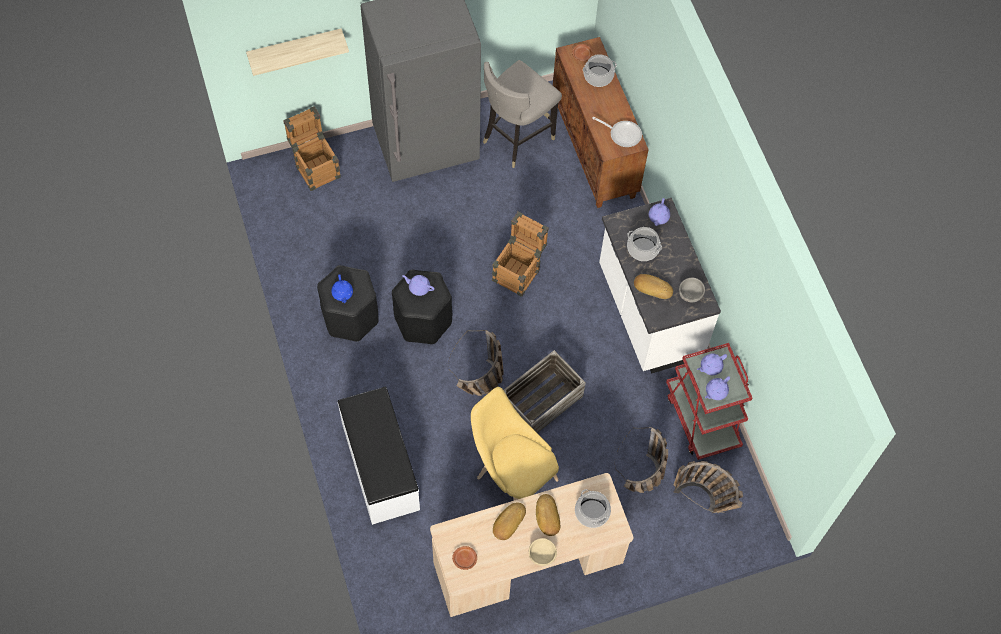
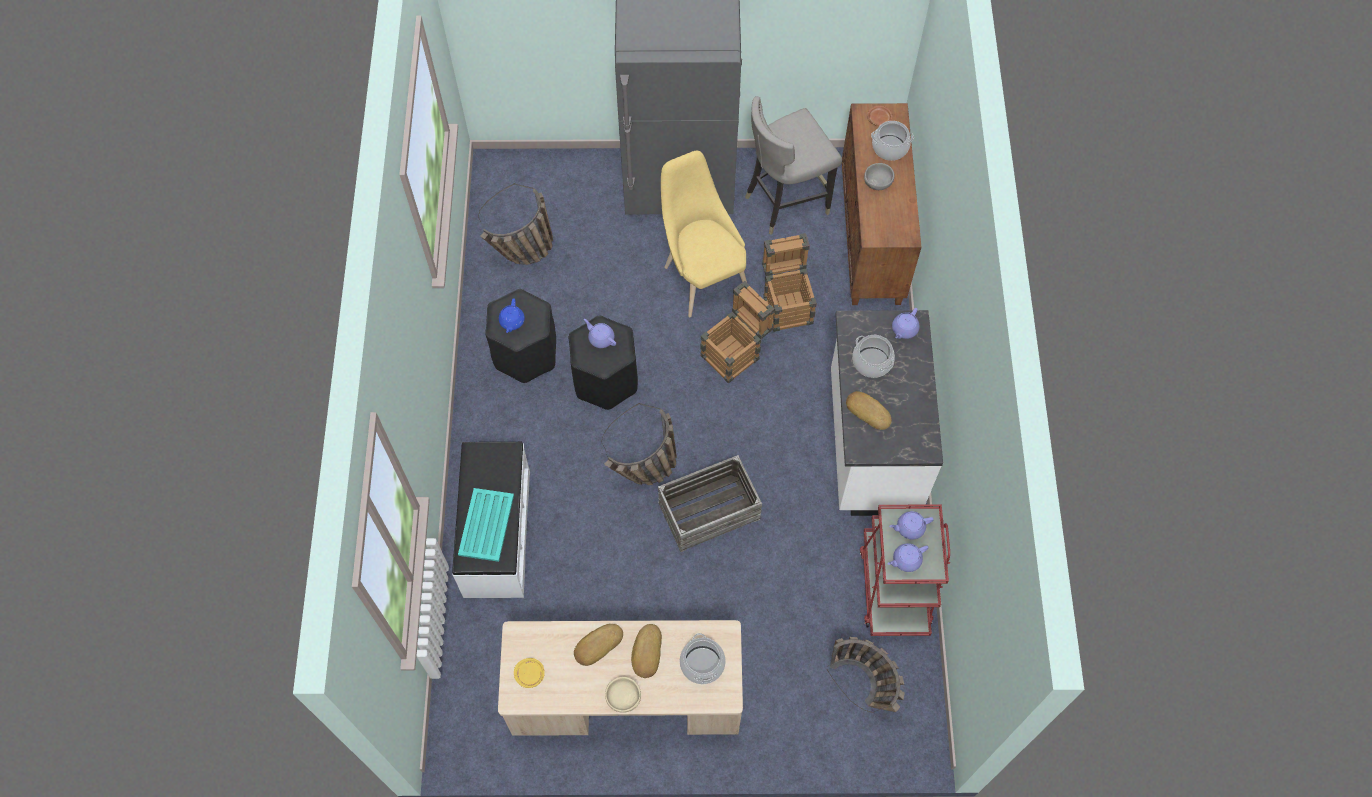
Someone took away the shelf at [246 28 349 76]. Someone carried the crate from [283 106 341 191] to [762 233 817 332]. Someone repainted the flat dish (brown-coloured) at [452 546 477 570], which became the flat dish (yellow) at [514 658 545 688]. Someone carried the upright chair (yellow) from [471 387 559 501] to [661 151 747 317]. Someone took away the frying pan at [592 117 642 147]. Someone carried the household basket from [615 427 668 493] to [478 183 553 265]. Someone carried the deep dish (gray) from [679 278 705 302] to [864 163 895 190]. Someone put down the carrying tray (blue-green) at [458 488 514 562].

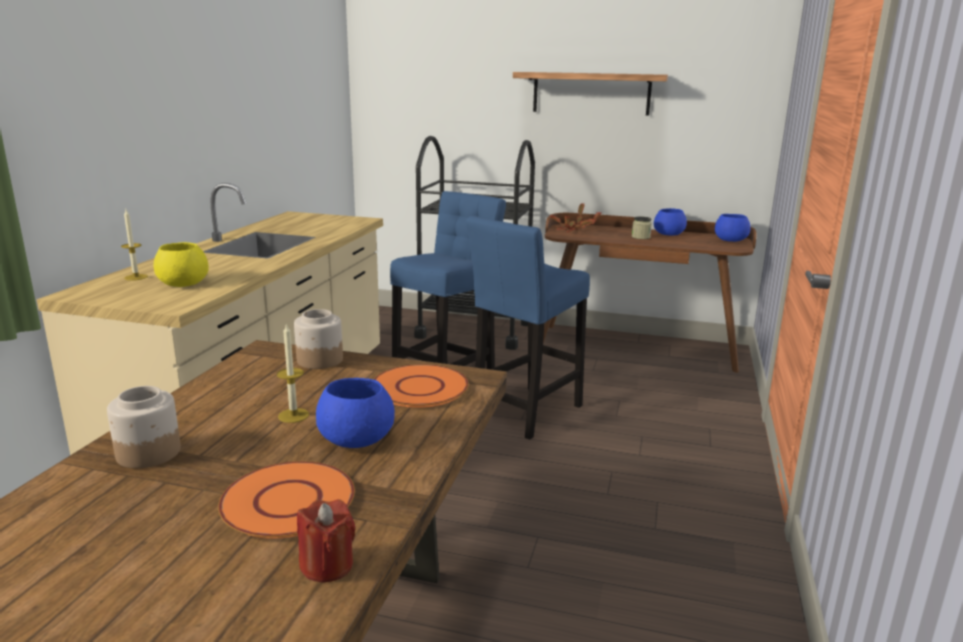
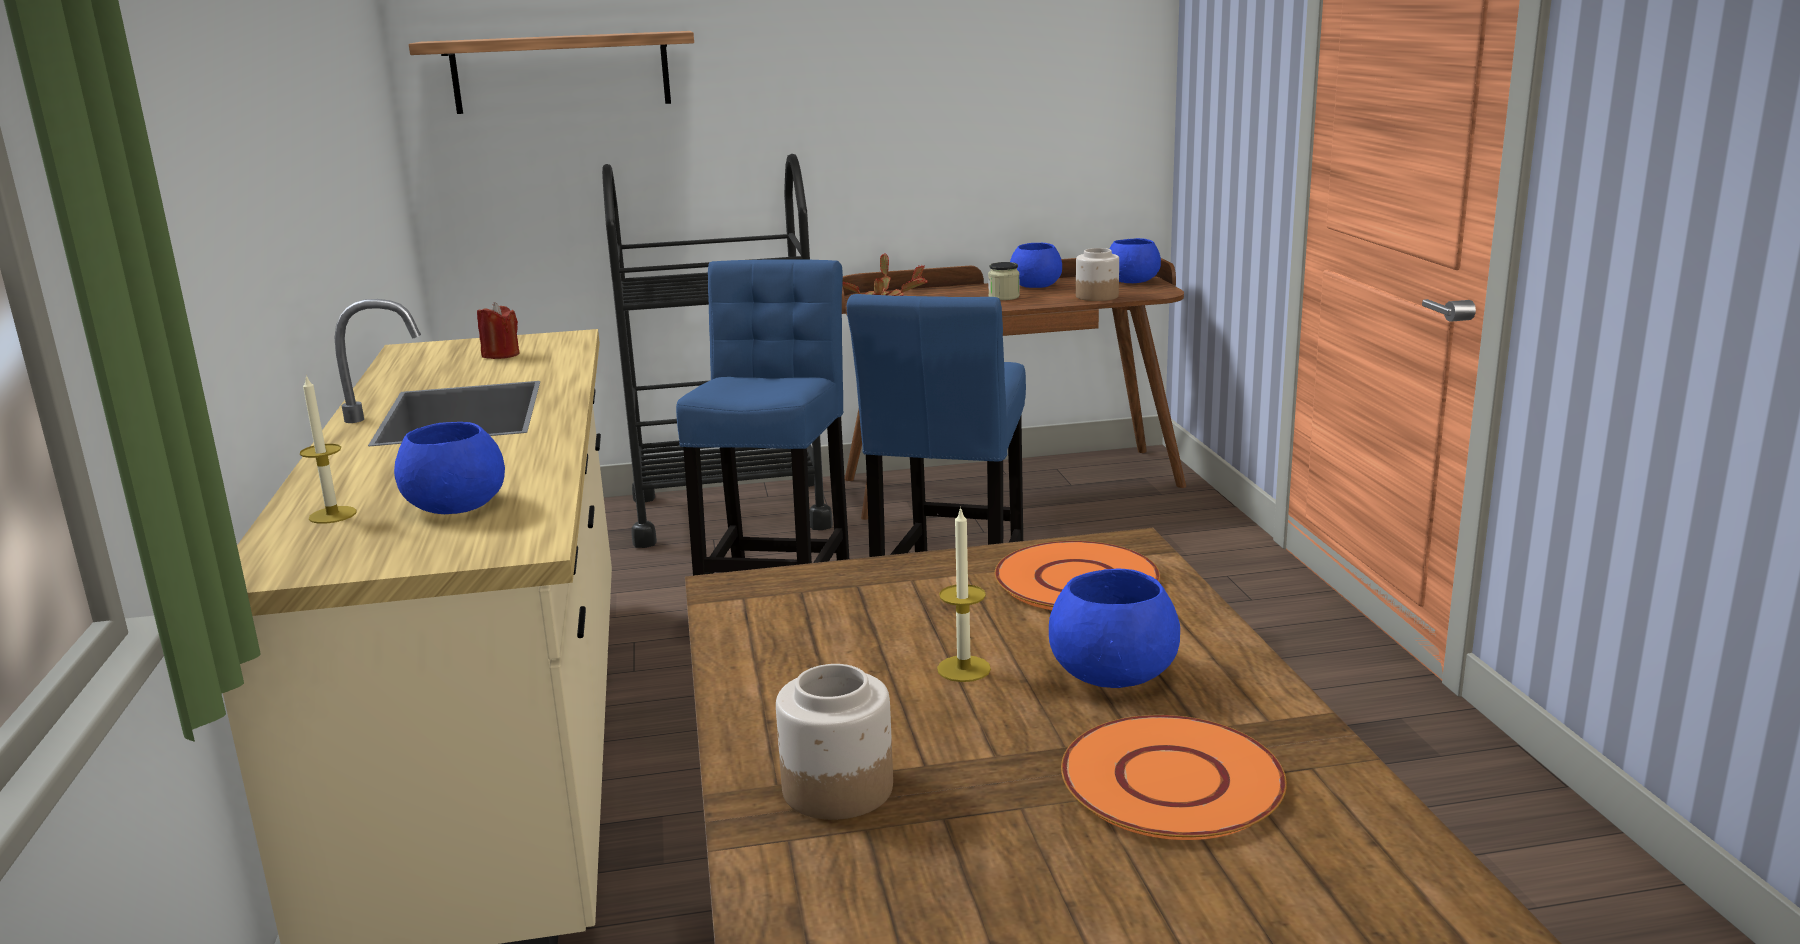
Someone repainted the deep dish (yellow) at [153 242 209 287], which became the deep dish (bluish) at [394 422 505 514]. Someone carried the preserve jar from [294 309 343 369] to [1076 248 1119 301]. Someone carried the wax candle (red) from [297 499 356 582] to [477 302 519 359]. Someone carried the shelf from [513 72 668 116] to [409 31 694 114].

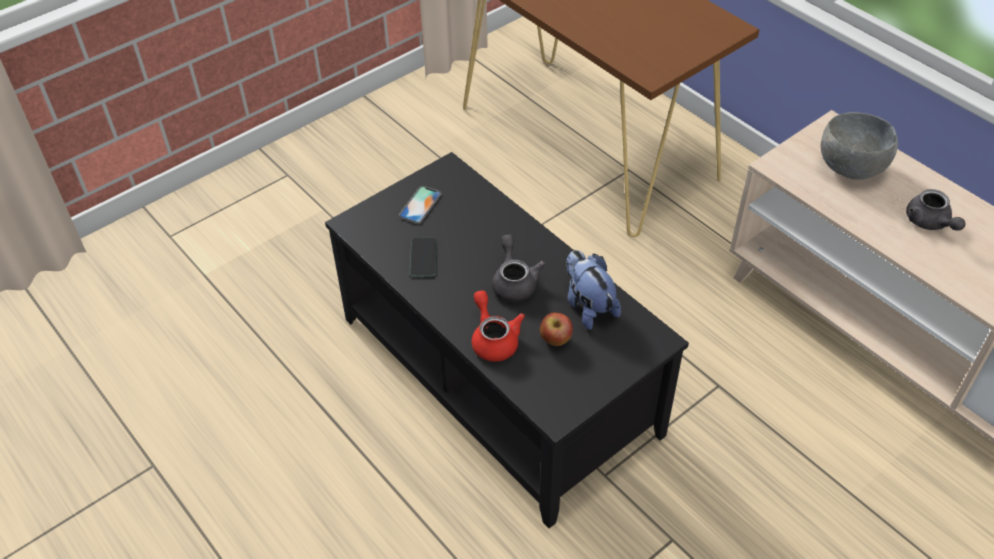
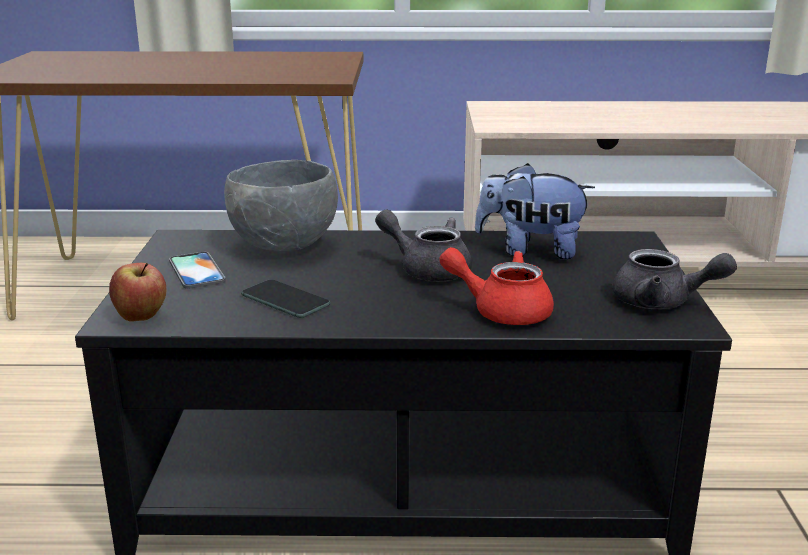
Someone carried the apple from [540 312 573 346] to [109 263 166 322]. Someone carried the deep dish (gray) from [821 112 898 180] to [224 160 338 251]. Someone carried the teapot (gray) from [906 189 965 231] to [613 249 737 309].

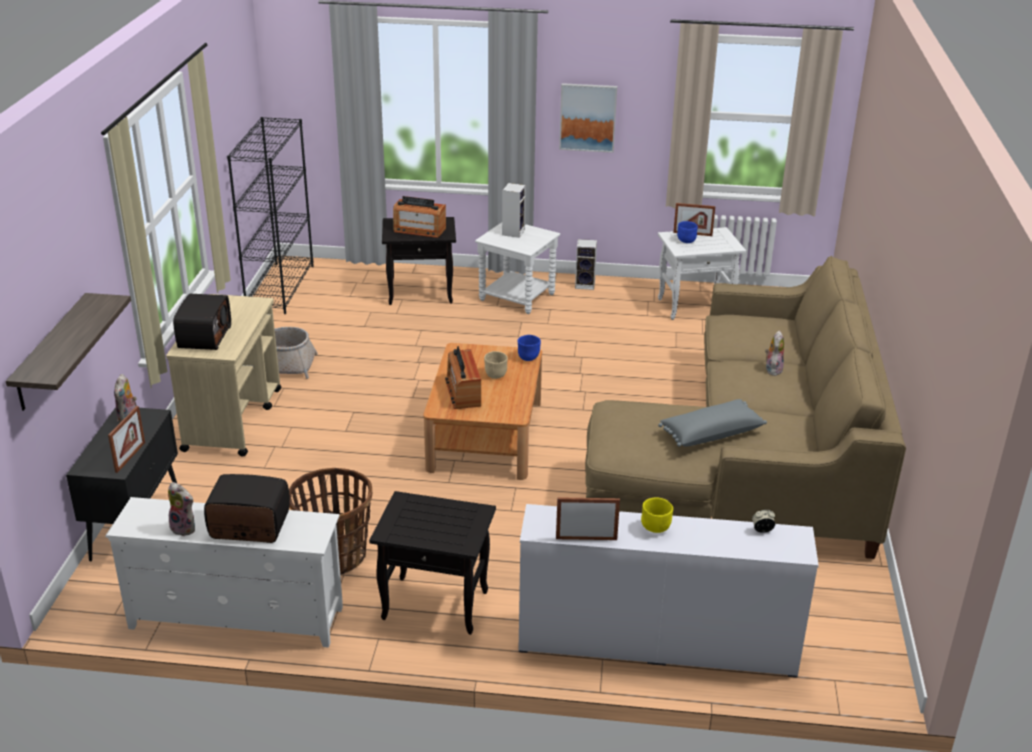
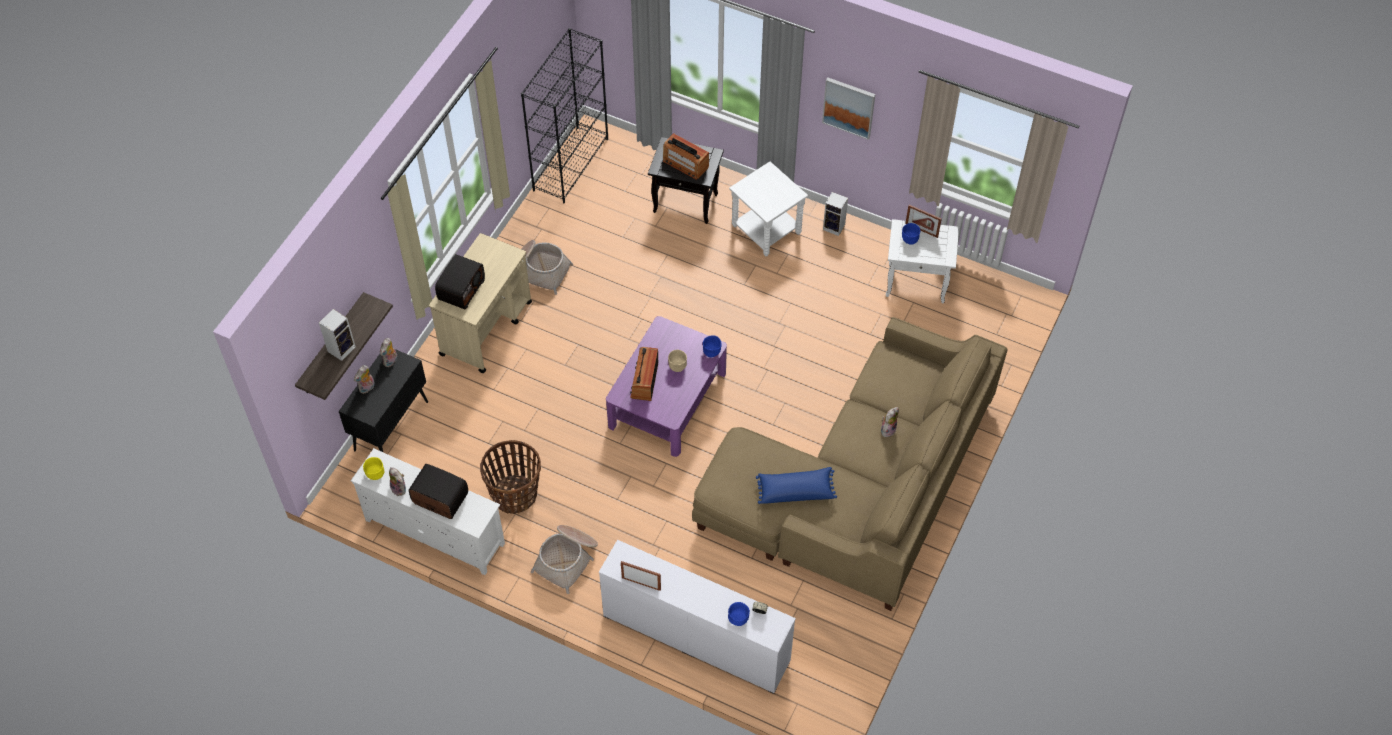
Someone took away the photo frame at [108 406 145 473]. Someone swapped the accent table (black-coloured) at [369 491 496 635] for the household basket at [531 525 598 594]. Someone repainted the low table (brown-coloured) at [423 343 542 480], which became the low table (purplish) at [606 316 727 457]. Someone carried the audio speaker from [502 183 526 238] to [319 309 356 361]. Someone carried the deep dish (yellow) from [641 498 673 533] to [363 457 384 480]. Someone repainted the pillow (gray) at [658 399 767 447], which became the pillow (bluish) at [756 467 837 504]. Someone put down the cuddly toy at [354 365 375 393]. Someone put down the deep dish (bluish) at [728 602 750 626].

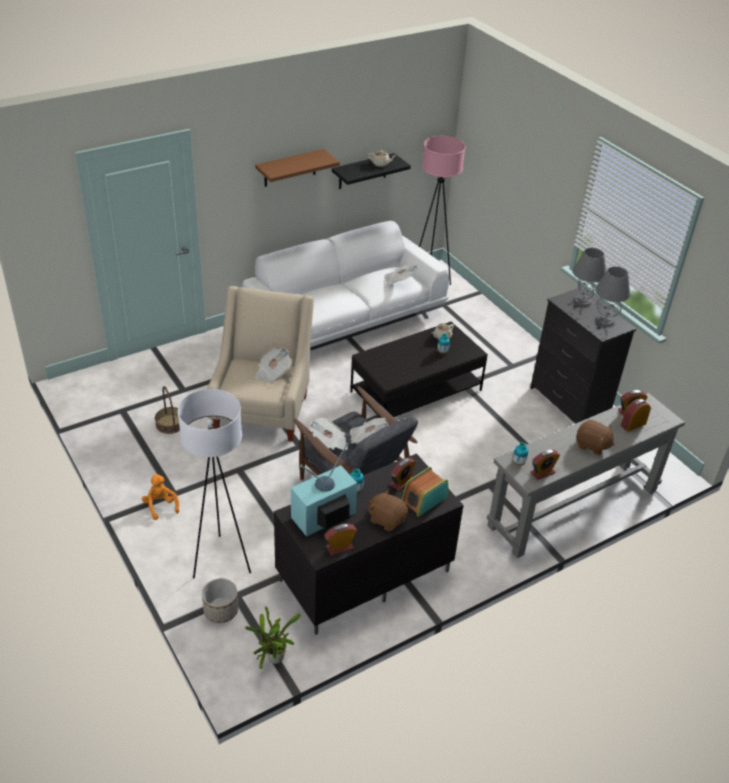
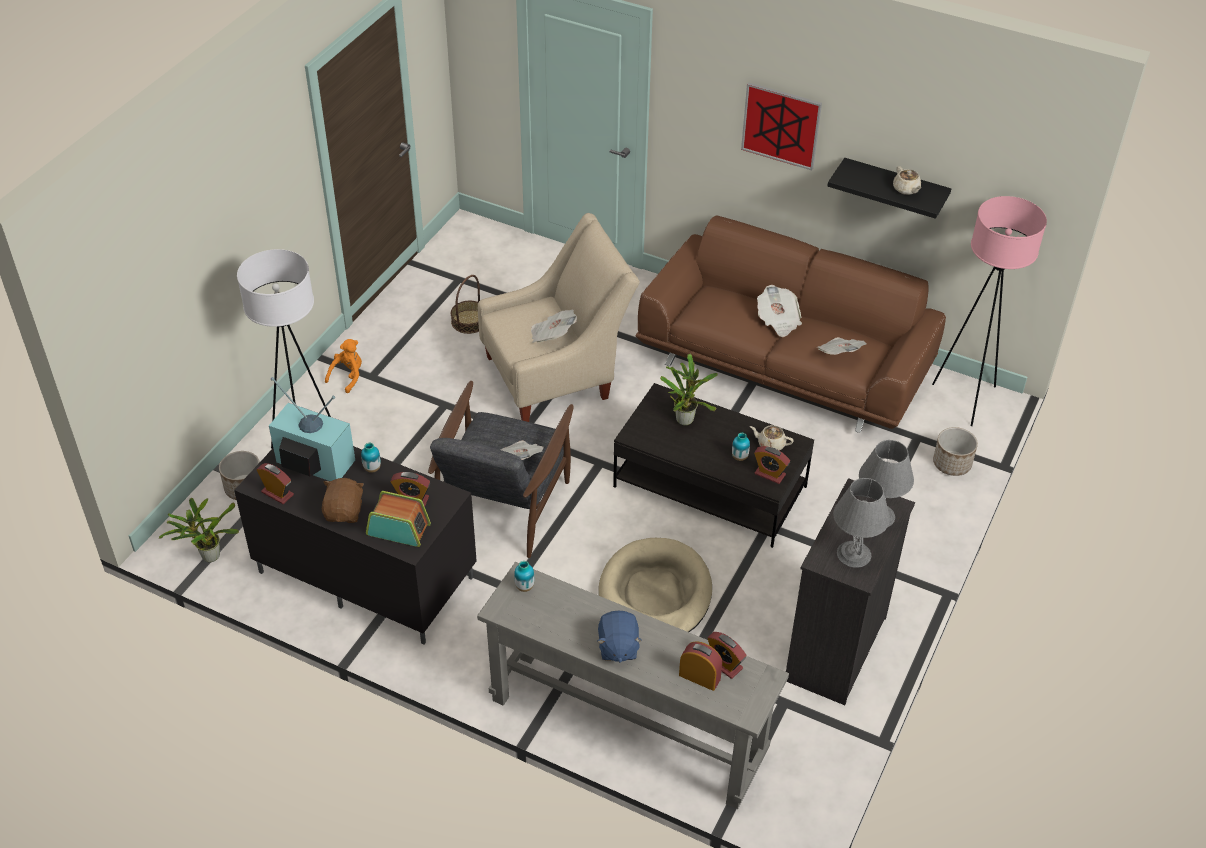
Someone repainted the couch (whitish) at [243 221 449 347], which became the couch (brown-coloured) at [635 216 946 433]. Someone swapped the shelf (brown-coloured) at [255 149 340 187] for the wall art at [741 82 822 170]. Someone carried the printed paper from [310 418 348 450] to [757 285 802 337]. Someone carried the table clock from [530 450 560 480] to [754 446 790 484]. Someone repainted the cuddly toy (brown-coloured) at [576 420 615 455], which became the cuddly toy (bluish) at [597 611 642 663]. Someone put down the dog cushion (sand-coloured) at [598 538 712 632]. Someone put down the houseplant at [660 354 718 426]. Someone put down the plant pot at [933 427 978 476].

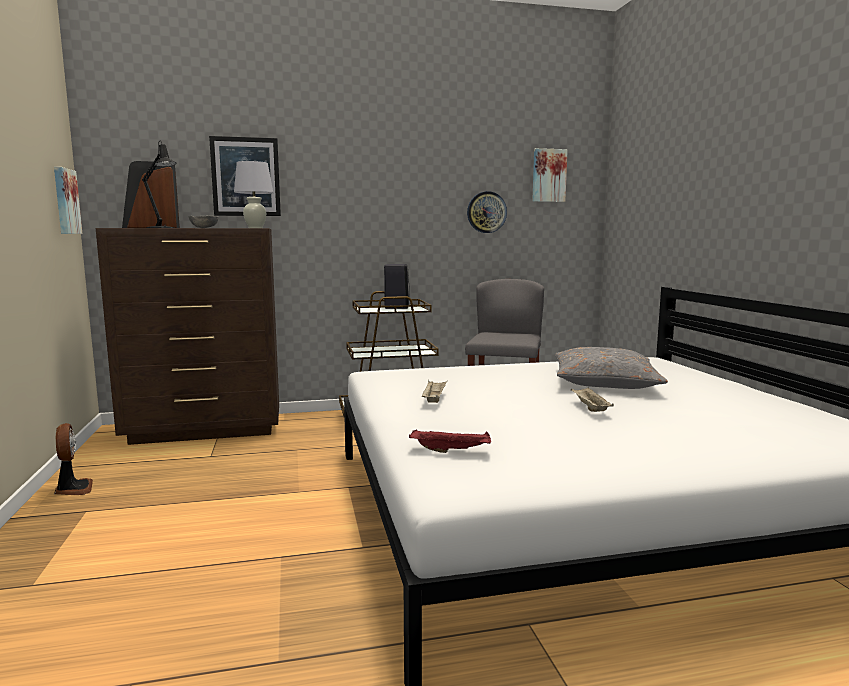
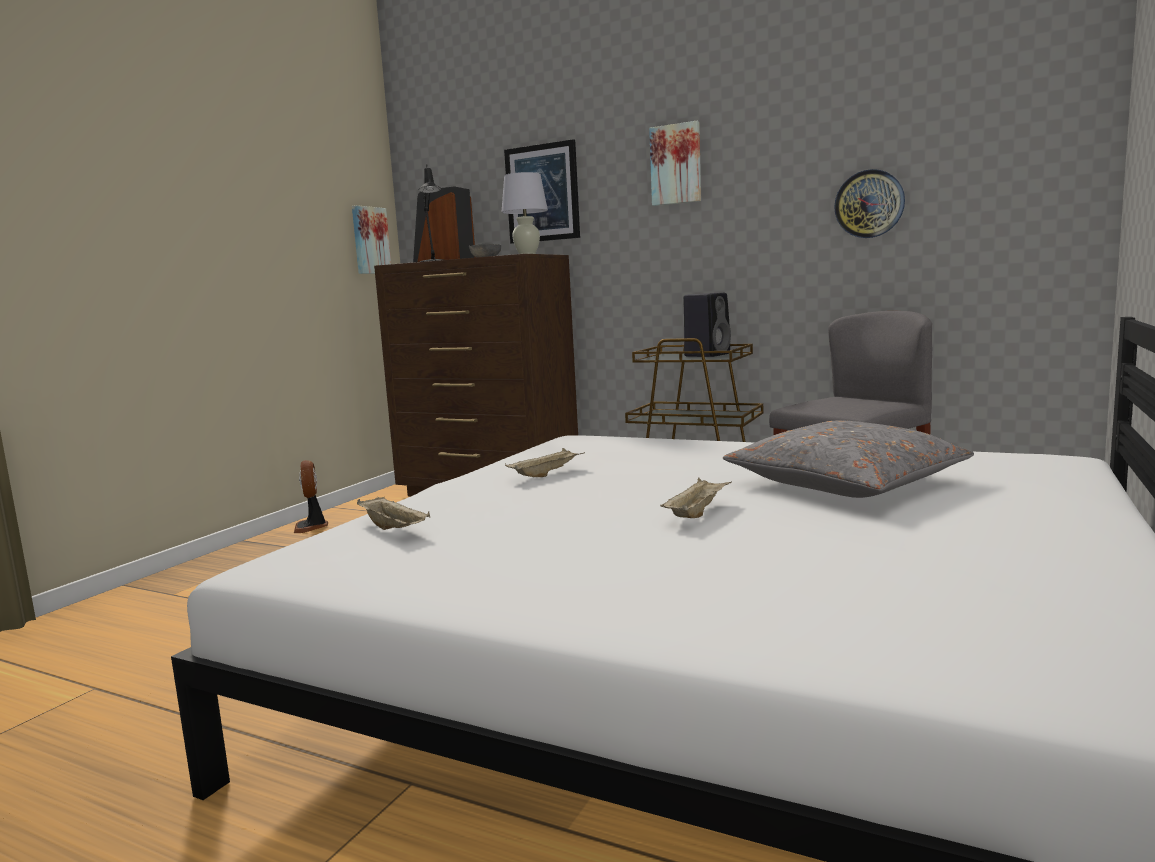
Someone rotated the electric fan at [54 423 93 495] by 150 degrees clockwise. Someone repainted the carrying tray (red) at [409 429 491 453], which became the carrying tray (sand-coloured) at [357 496 430 530]. Someone carried the wall art from [532 148 568 202] to [649 121 701 206].

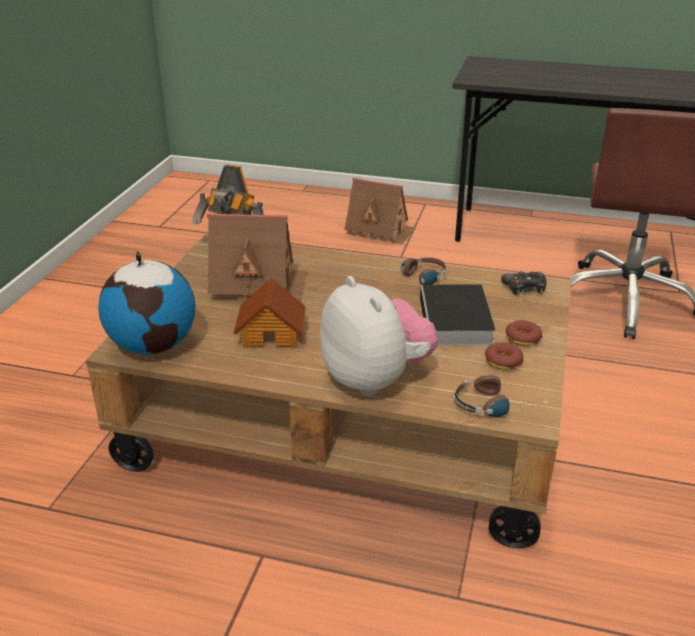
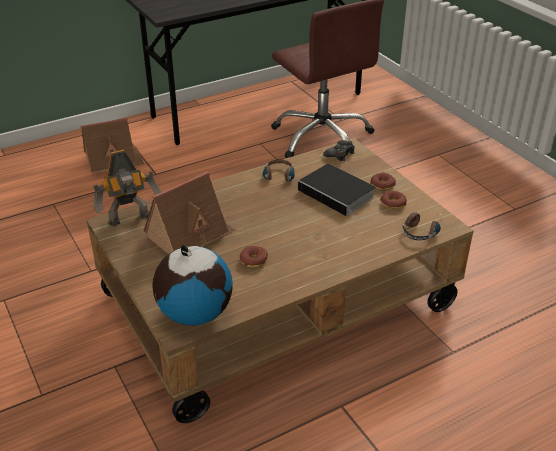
Someone swapped the toy house at [233 277 306 348] for the donut at [240 246 268 268]. Someone took away the cuddly toy at [320 276 438 396].

